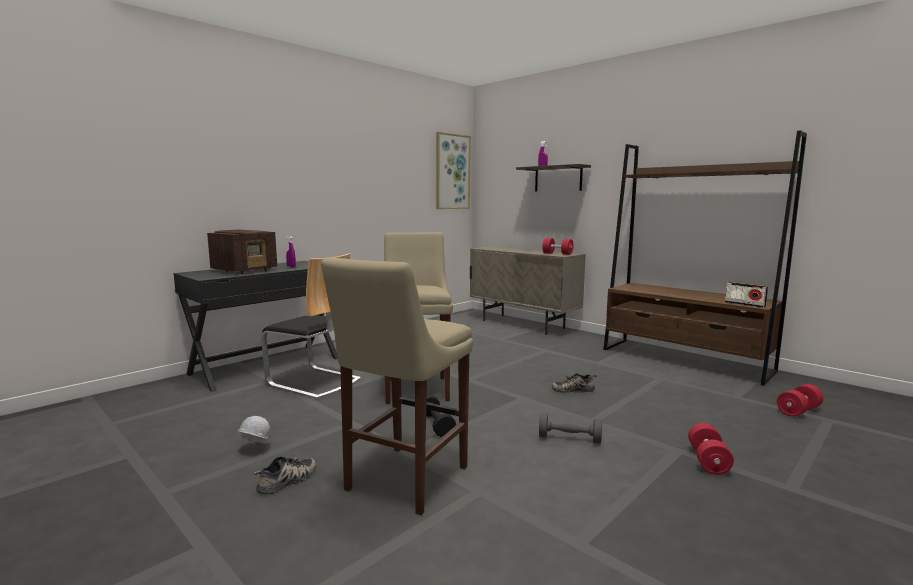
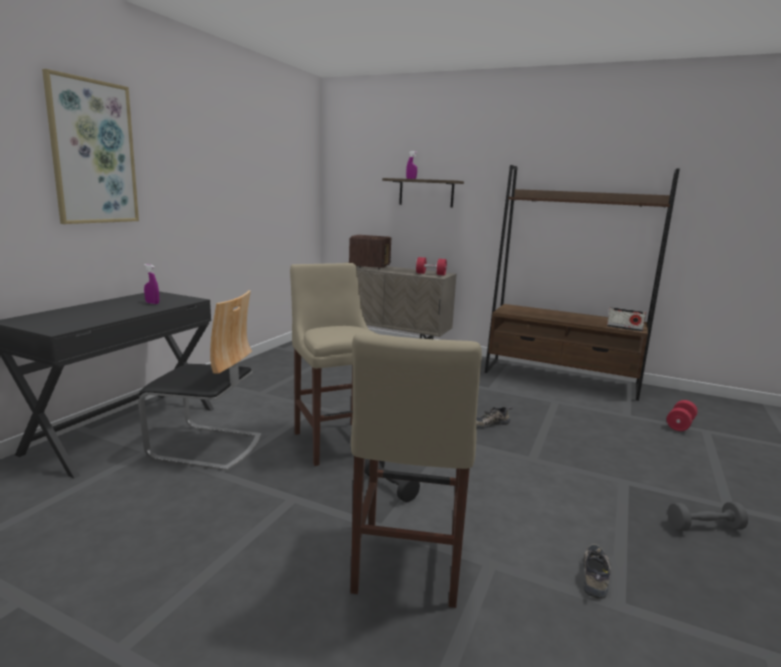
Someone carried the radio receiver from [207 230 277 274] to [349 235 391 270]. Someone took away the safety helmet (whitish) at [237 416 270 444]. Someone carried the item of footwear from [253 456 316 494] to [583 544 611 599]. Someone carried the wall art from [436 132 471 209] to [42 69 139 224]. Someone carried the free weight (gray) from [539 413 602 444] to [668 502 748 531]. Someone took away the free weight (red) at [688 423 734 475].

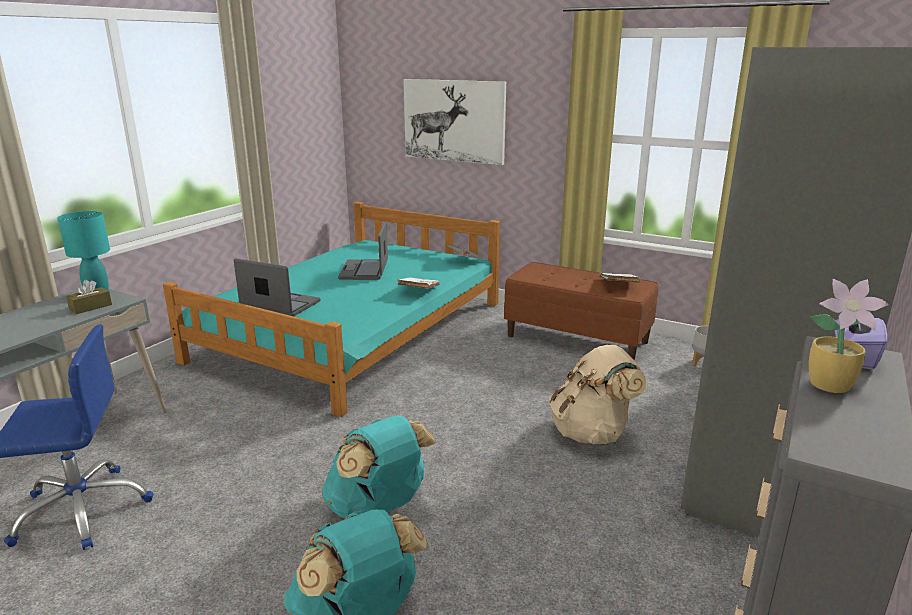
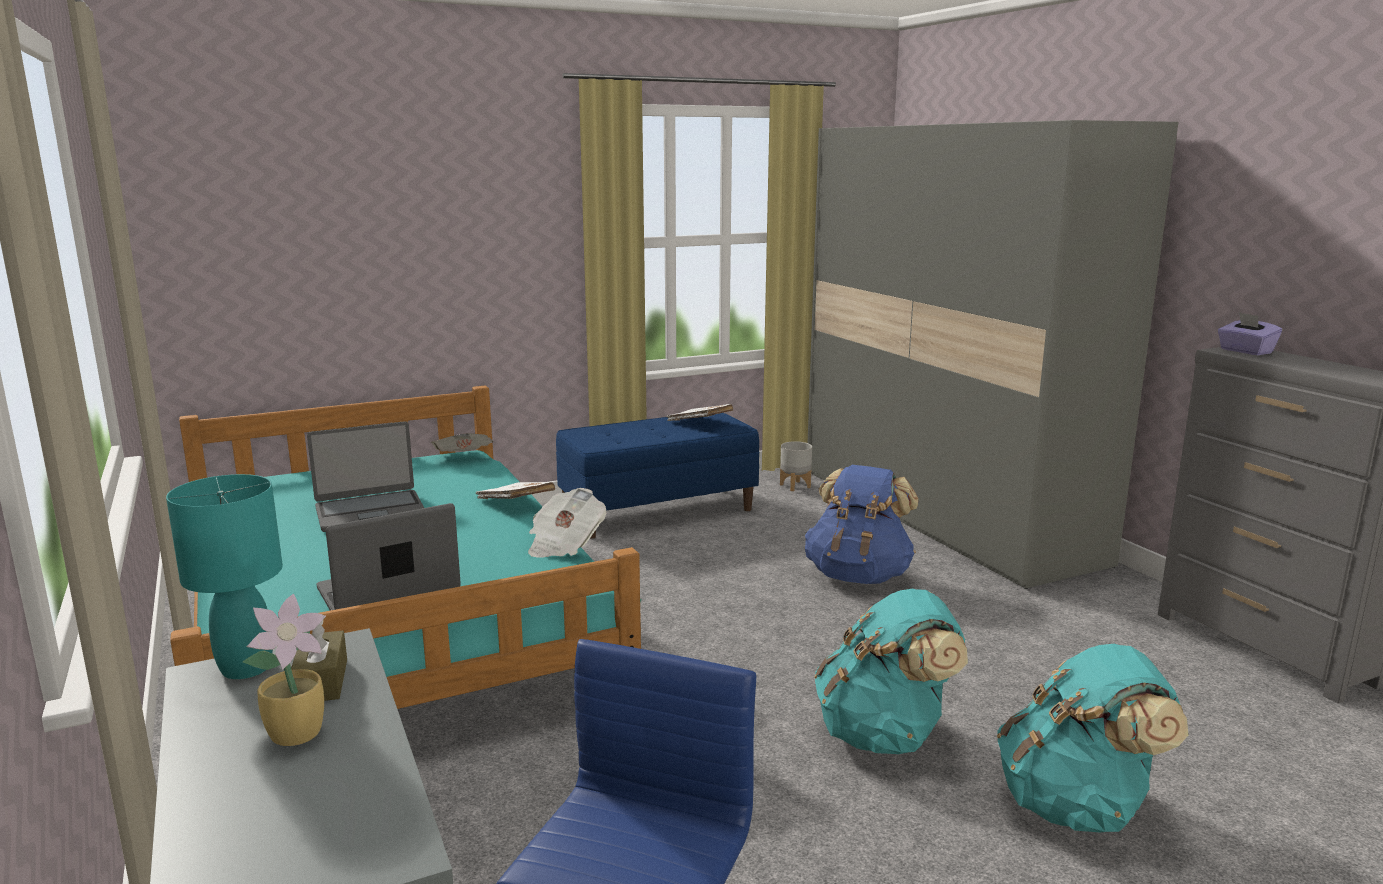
Someone rotated the laptop at [338 221 388 280] by 60 degrees counterclockwise. Someone took away the wall art at [404 79 506 165]. Someone repainted the indoor bench (brown-coloured) at [504 262 658 361], which became the indoor bench (bluish) at [556 413 760 539]. Someone repainted the backpack (sand-coloured) at [549 345 647 444], which became the backpack (bluish) at [805 465 919 584]. Someone carried the houseplant from [809 279 889 393] to [243 594 326 746]. Someone put down the printed paper at [528 488 606 558].

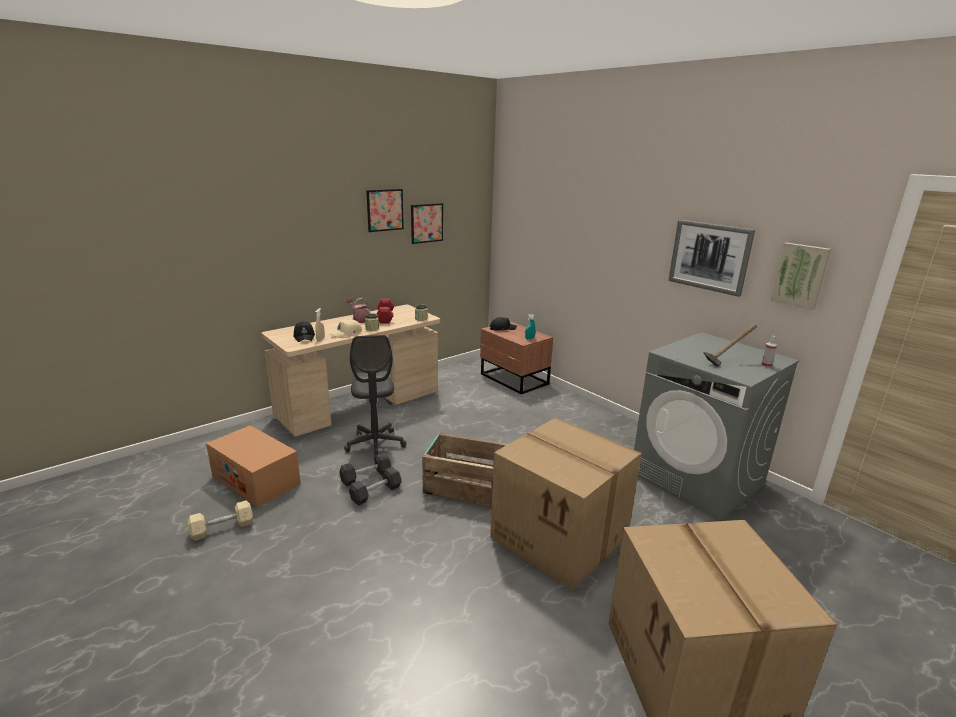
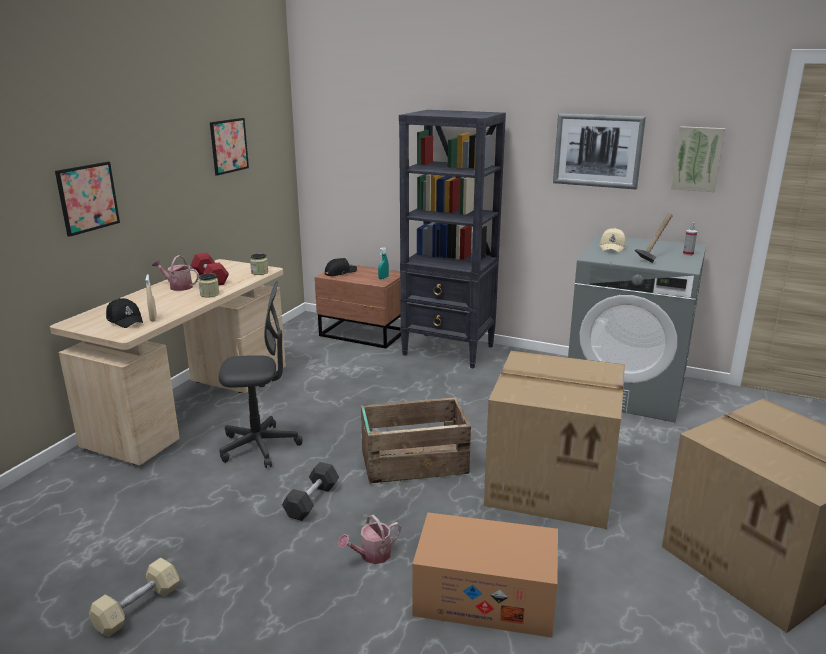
Someone carried the packing box from [206 425 301 507] to [412 512 558 638]. Someone carried the baseball cap (sand-coloured) from [330 319 362 338] to [599 228 626 252]. Someone took away the free weight (black-coloured) at [339 453 391 487]. Someone rotated the desk chair (gray) at [344 335 406 461] by 60 degrees counterclockwise. Someone carried the wall art from [366 189 404 232] to [55 162 120 237]. Someone put down the watering can at [338 515 401 564]. Someone put down the bookshelf (black-coloured) at [399 110 506 369].

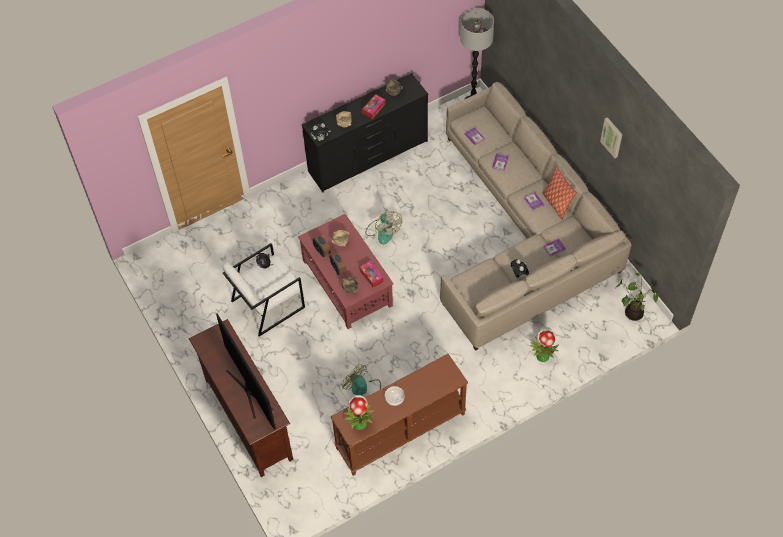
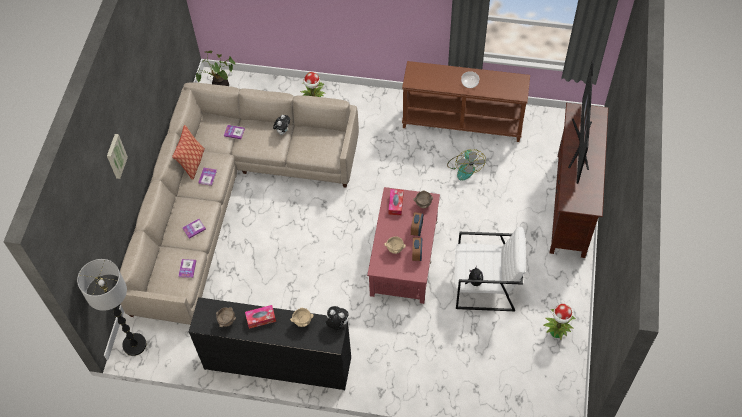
Someone carried the houseplant from [344 395 374 430] to [543 304 575 340]. Someone took away the electric fan at [365 211 402 244]. Someone carried the wall art from [600 117 622 158] to [107 134 128 179].

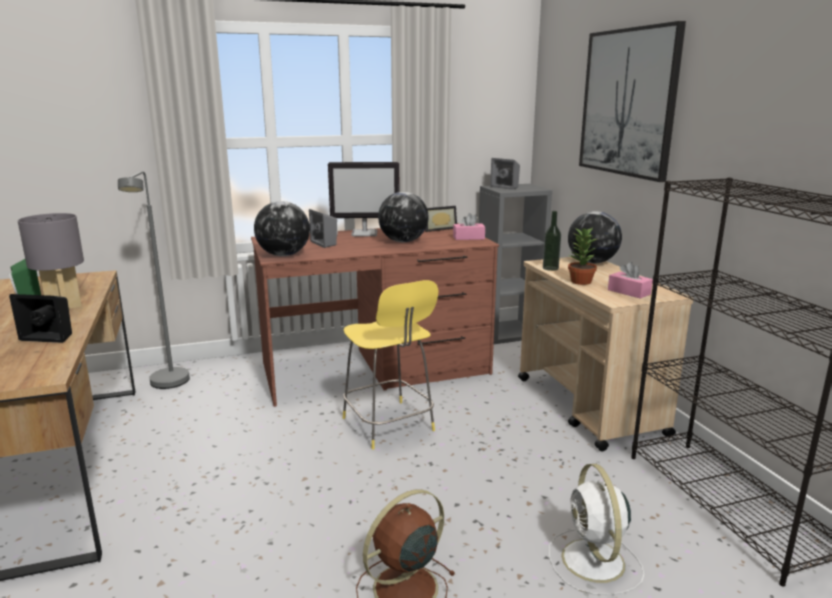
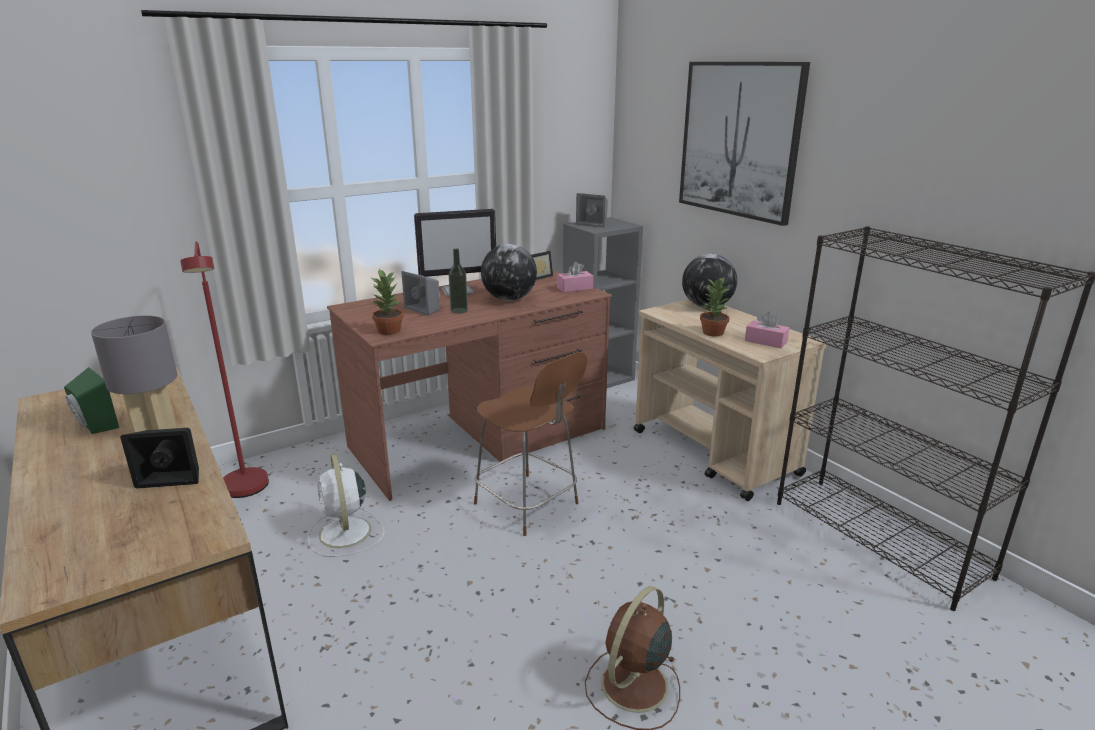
Someone repainted the floor lamp (gray) at [118 171 190 389], which became the floor lamp (red) at [180 241 269 498]. Someone swapped the globe at [254 201 310 256] for the houseplant at [372 268 403 335]. Someone repainted the sitting stool (yellow) at [343 280 438 450], which became the sitting stool (brown-coloured) at [474 352 587 536]. Someone carried the beverage bottle from [543 211 561 271] to [449 248 468 314]. Someone carried the electric fan (whitish) from [549 464 644 595] to [308 454 385 557].

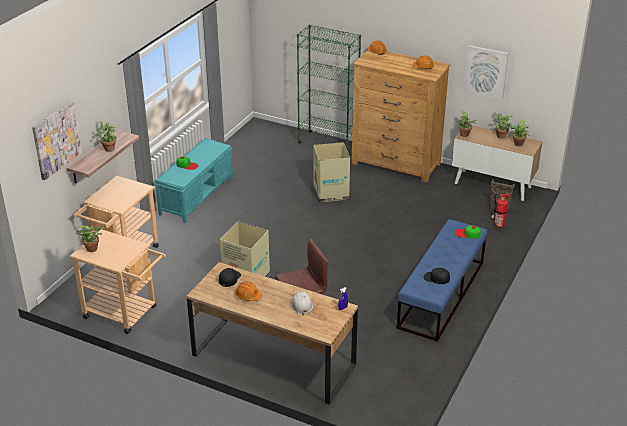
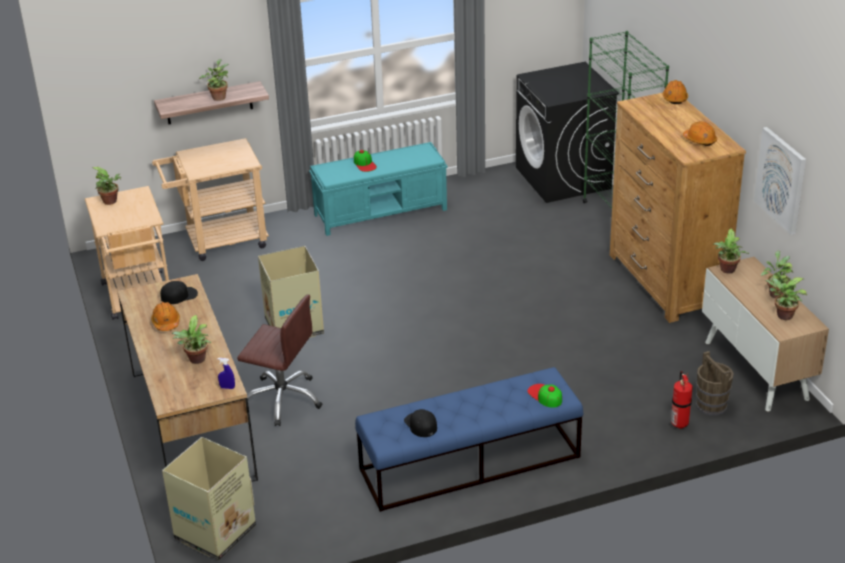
Someone took away the wall art at [32 101 82 180]. Someone swapped the safety helmet (whitish) at [291 291 313 315] for the houseplant at [172 315 212 364]. Someone carried the packing box from [313 142 350 202] to [162 437 256 560]. Someone put down the laundry machine (black-coloured) at [516 62 619 203].

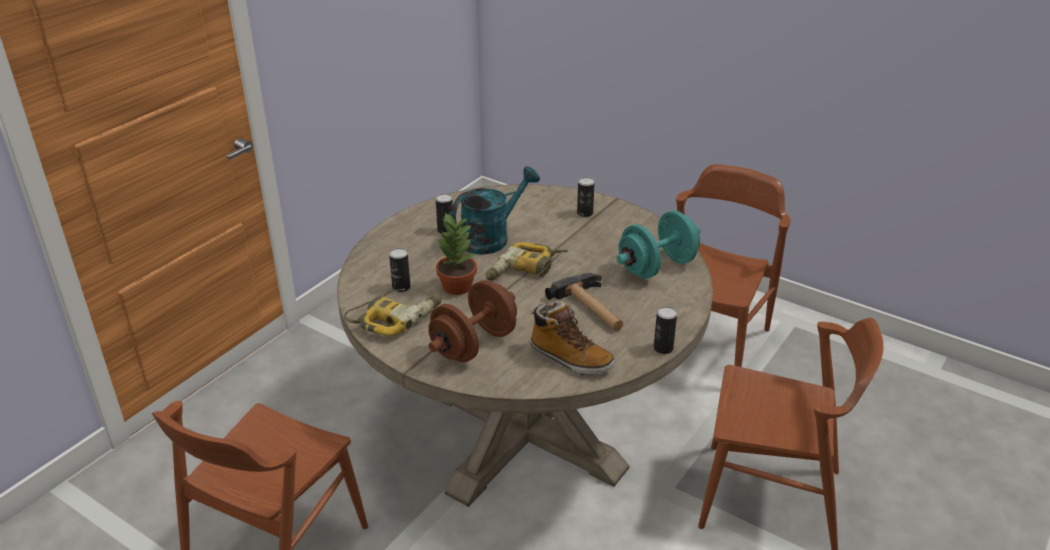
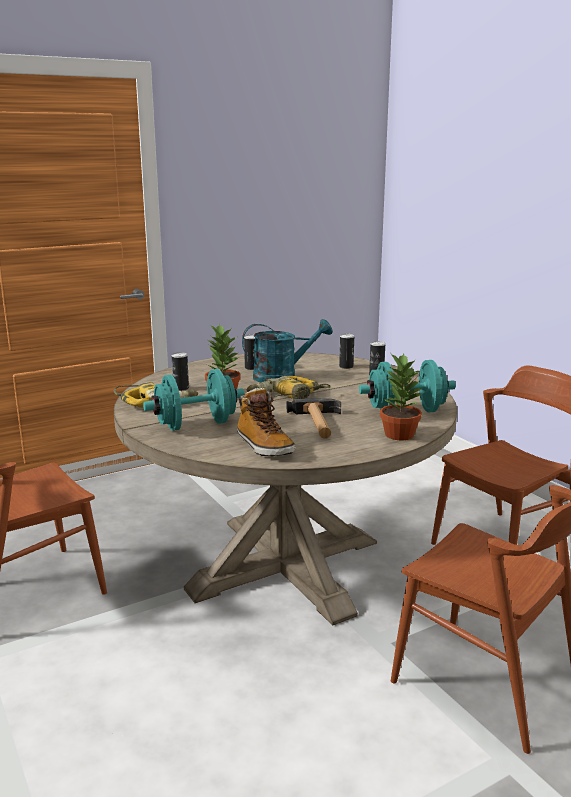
Someone repainted the free weight (brown-coloured) at [428 280 517 362], which became the free weight (blue-green) at [143 369 244 431]. Someone carried the metal can from [654 306 677 354] to [339 334 354 369]. Someone put down the houseplant at [380 353 423 440].

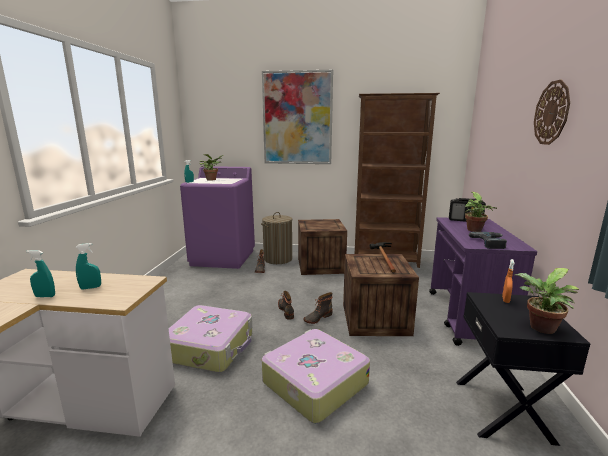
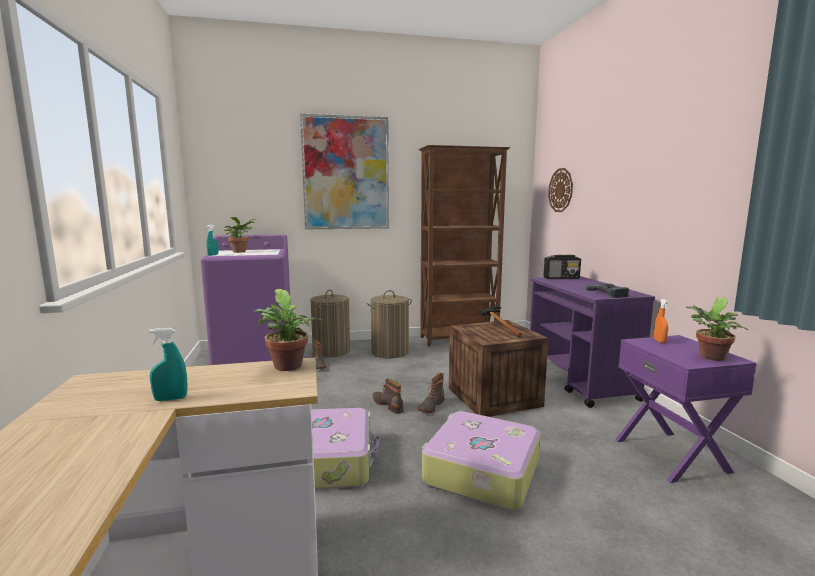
Someone took away the hand sprayer (blue-green) at [76 243 101 289]. Someone swapped the crate at [298 219 347 275] for the hamper at [367 290 412 358]. Someone repainted the nightstand (black-coloured) at [456 292 590 446], which became the nightstand (purplish) at [615 335 757 483]. Someone carried the houseplant from [465 192 497 232] to [253 289 323 371]. Someone carried the clock on the wall from [534 80 570 145] to [548 168 573 212].

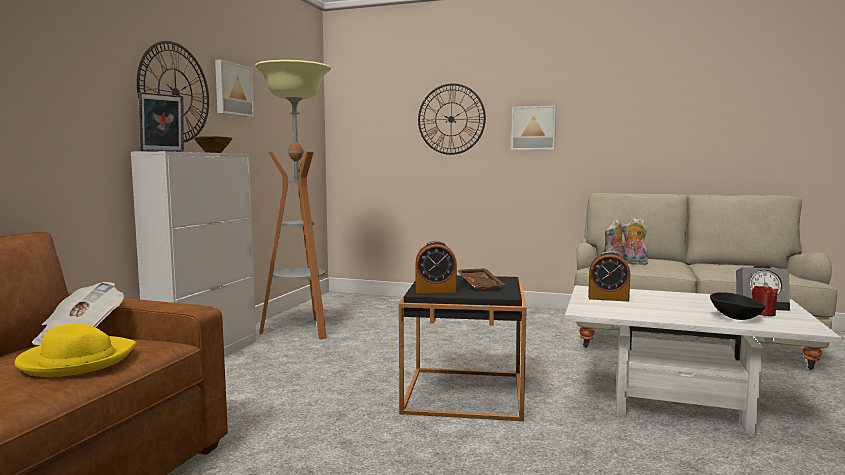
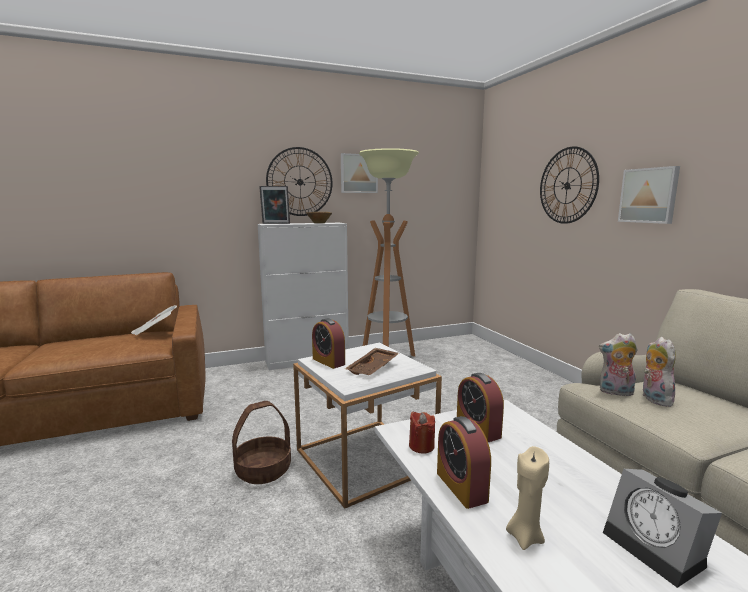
Someone took away the hat (yellow) at [15 324 136 377]. Someone repainted the accent table (black-coloured) at [399 275 527 421], which became the accent table (whitish) at [293 343 442 509]. Someone swapped the deep dish (black-coloured) at [710 292 766 320] for the wax candle (sand-coloured) at [506 446 549 550]. Someone carried the wax candle (red) from [752 283 778 316] to [409 412 435 454]. Someone put down the household basket at [232 401 291 484]. Someone put down the table clock at [437 416 491 509].

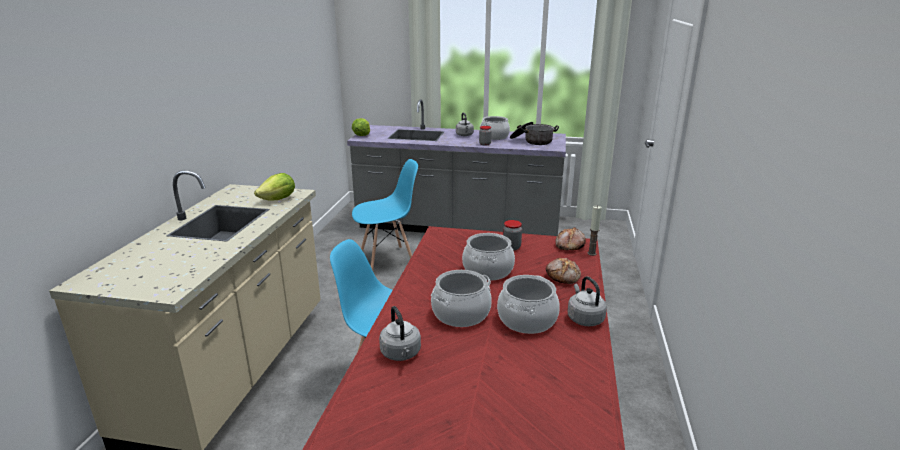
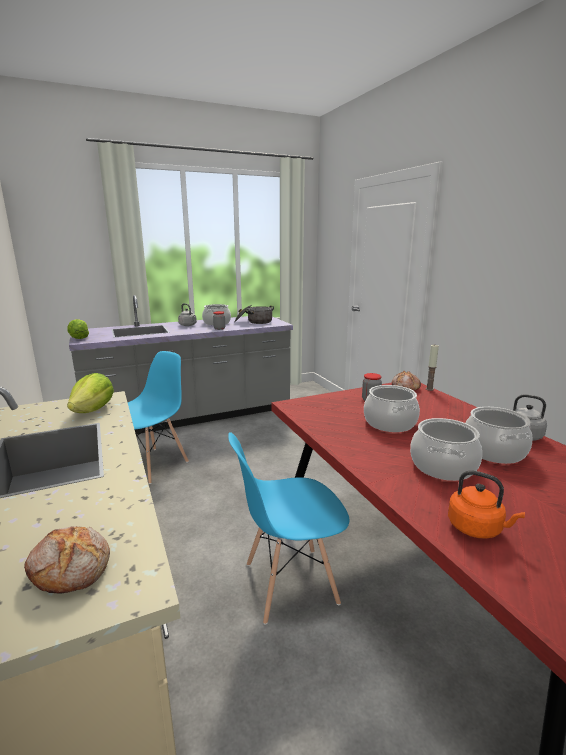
Someone repainted the water kettle (gray) at [379 306 421 361], which became the water kettle (orangey) at [448 470 525 538]. Someone carried the baked bread from [546 258 581 284] to [24 526 110 593].

